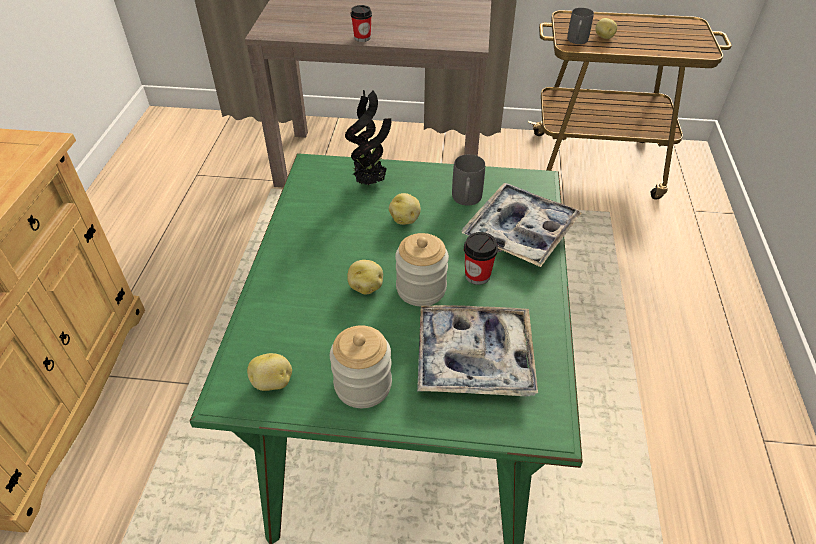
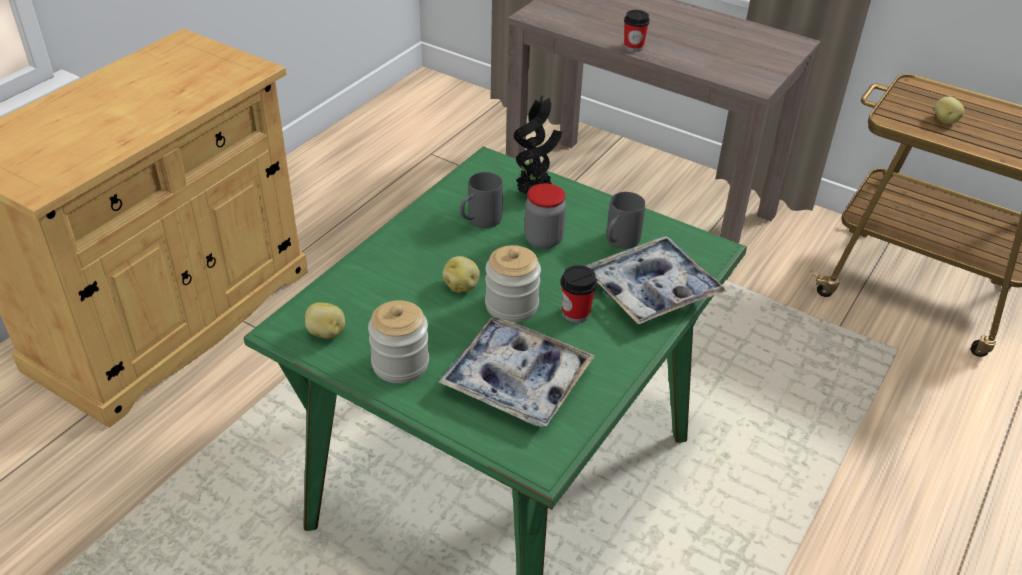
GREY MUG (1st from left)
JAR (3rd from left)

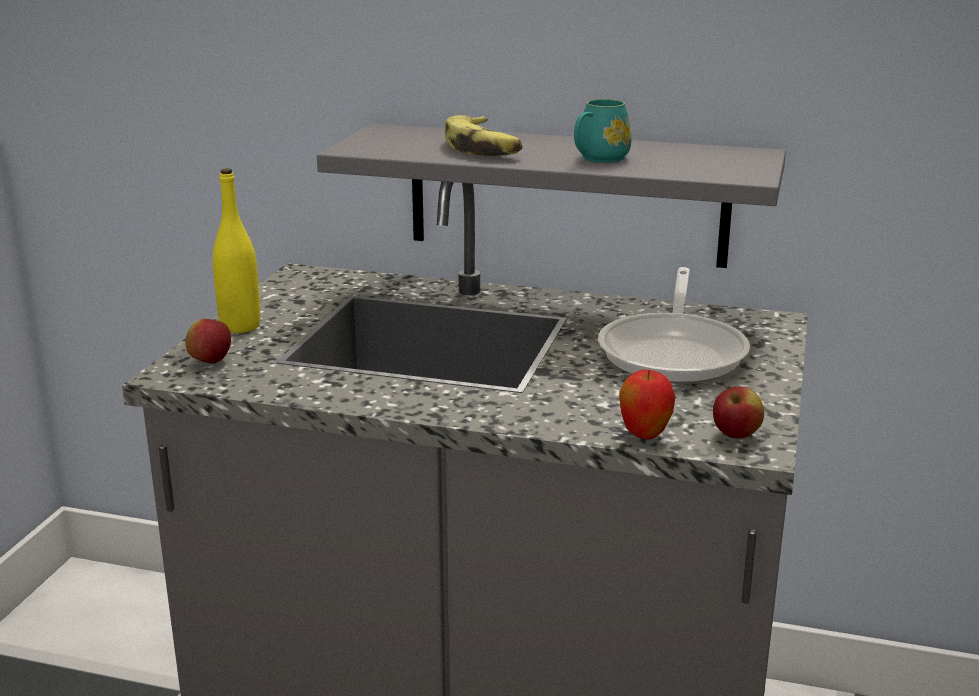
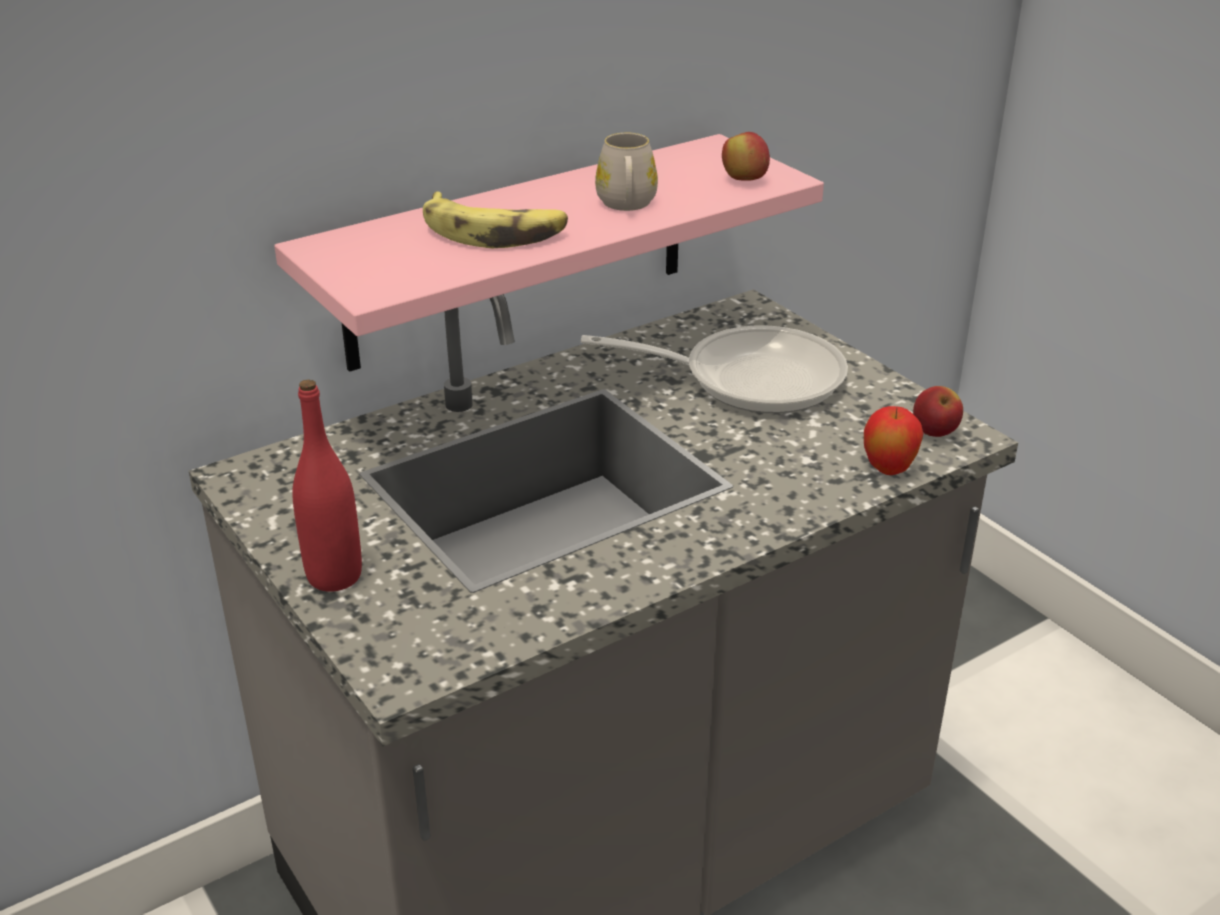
WHITE MUG
PINK SHELF
RED BOTTLE
FRYING PAN
APPLE (1st from left)

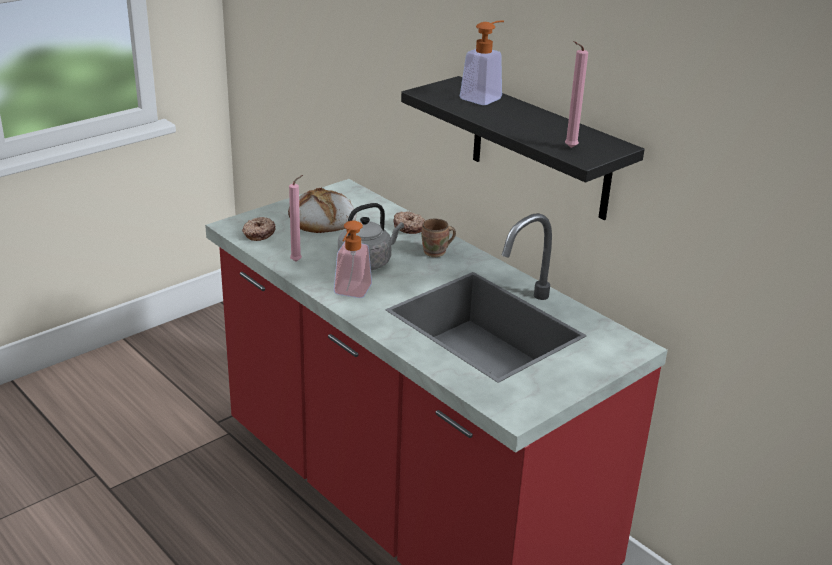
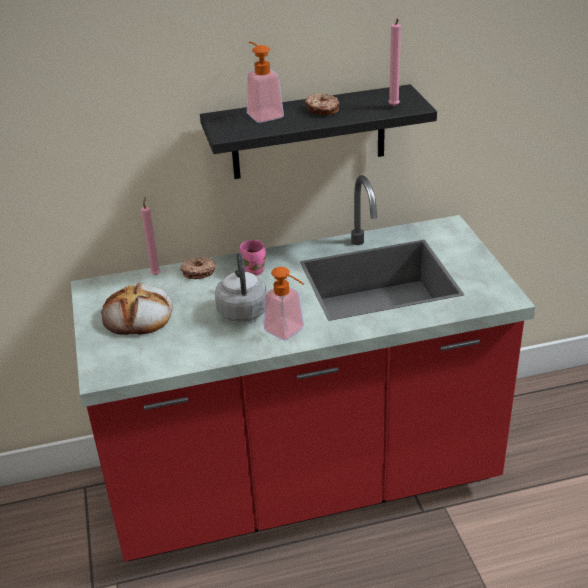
PINK CANDLE (1st from left)
DONUT (2nd from left)
PINK MUG

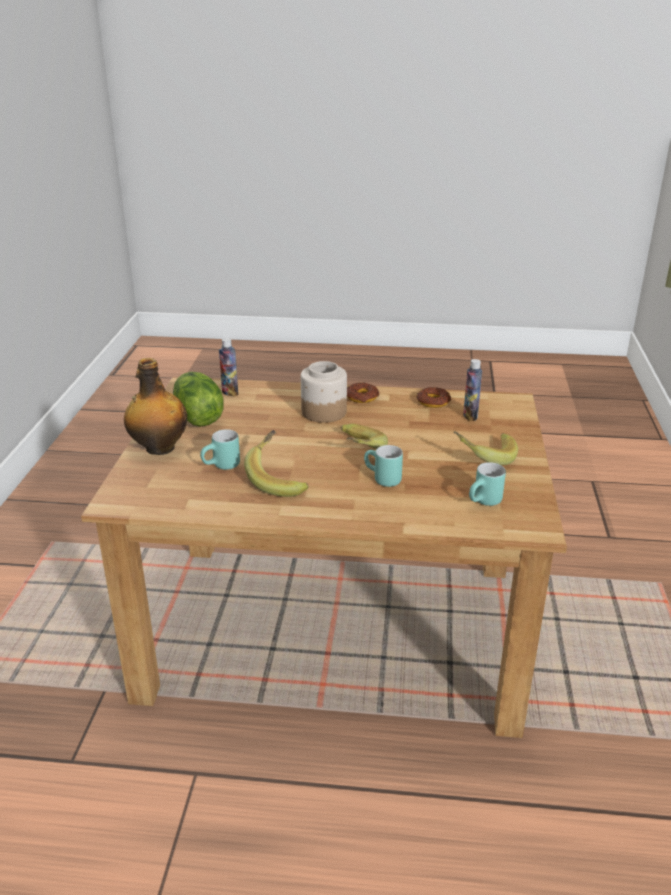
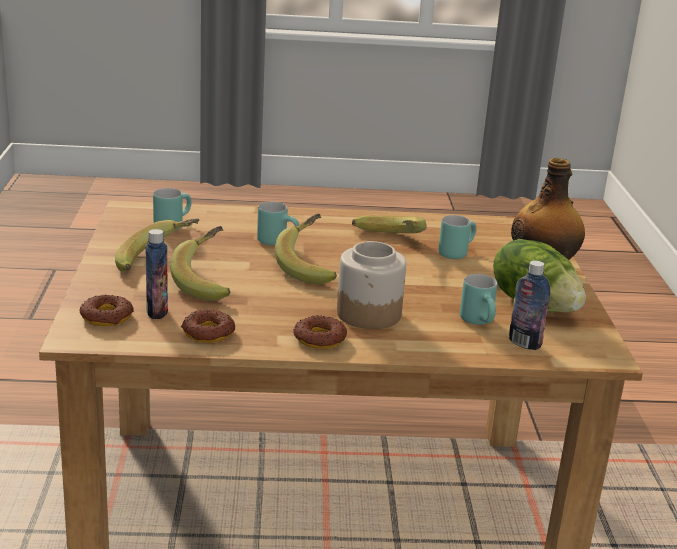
BANANA (2nd from left)
TURQUOISE MUG (4th from left)
DONUT (1st from left)

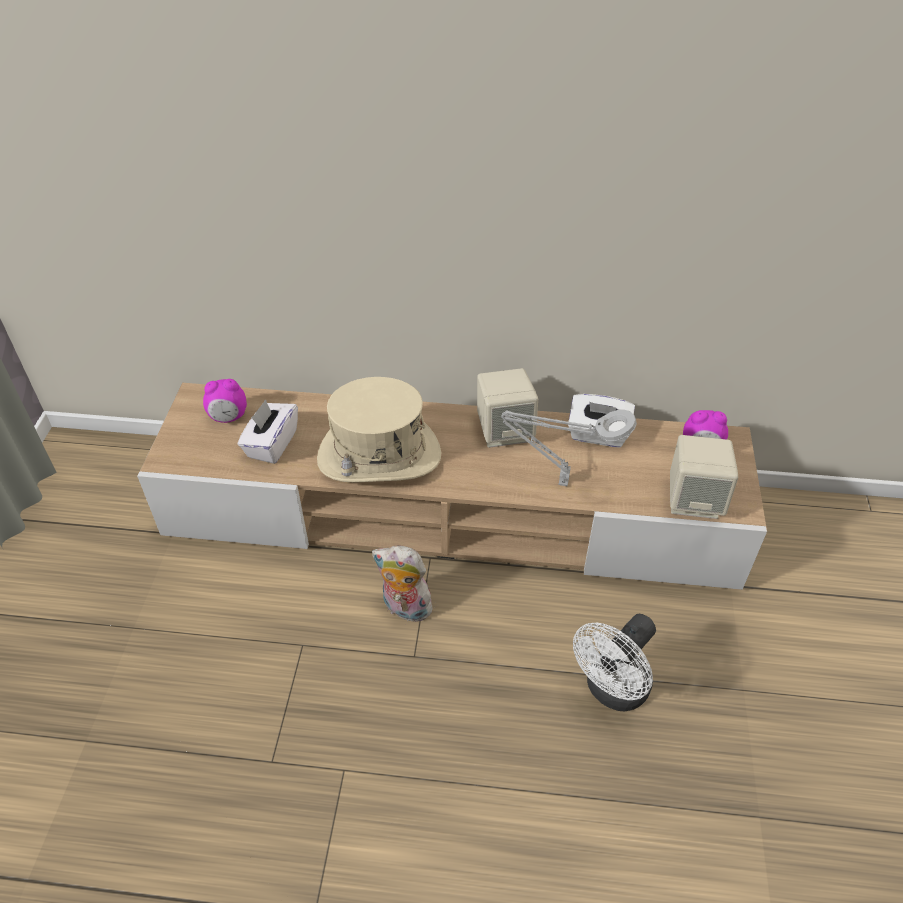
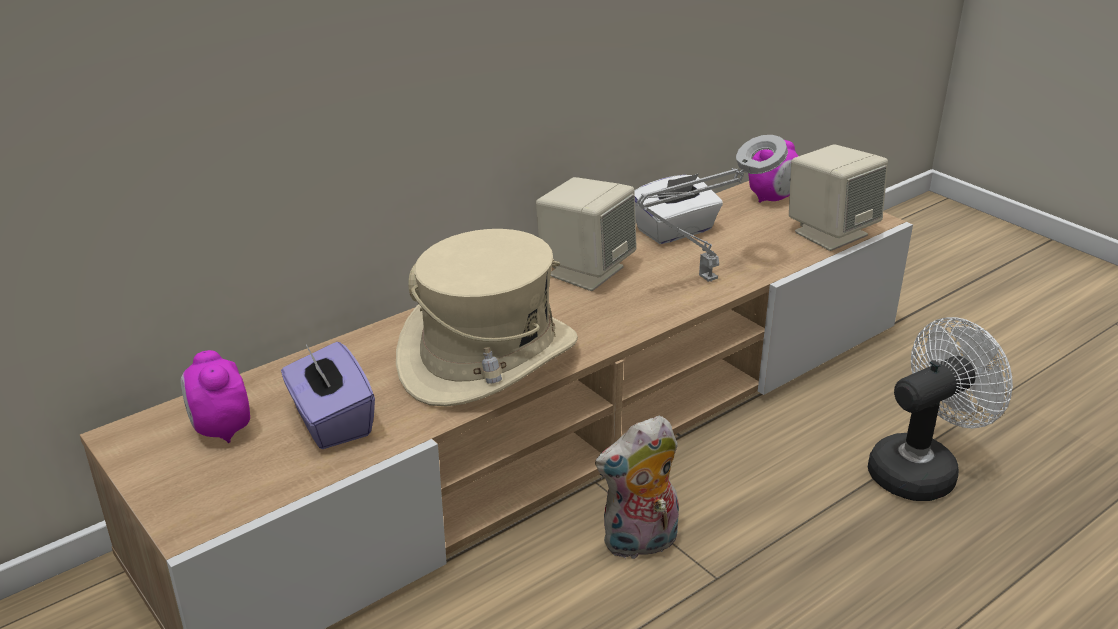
ALARM CLOCK (1st from left)
PURPLE TISSUE BOX
WHITE FAN

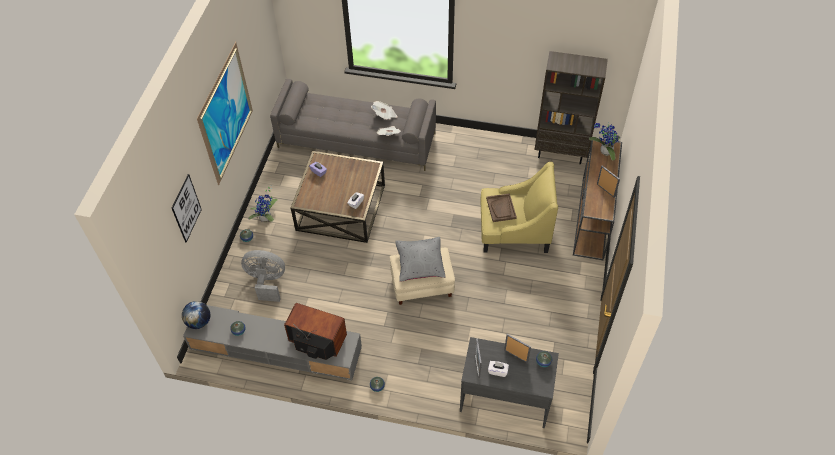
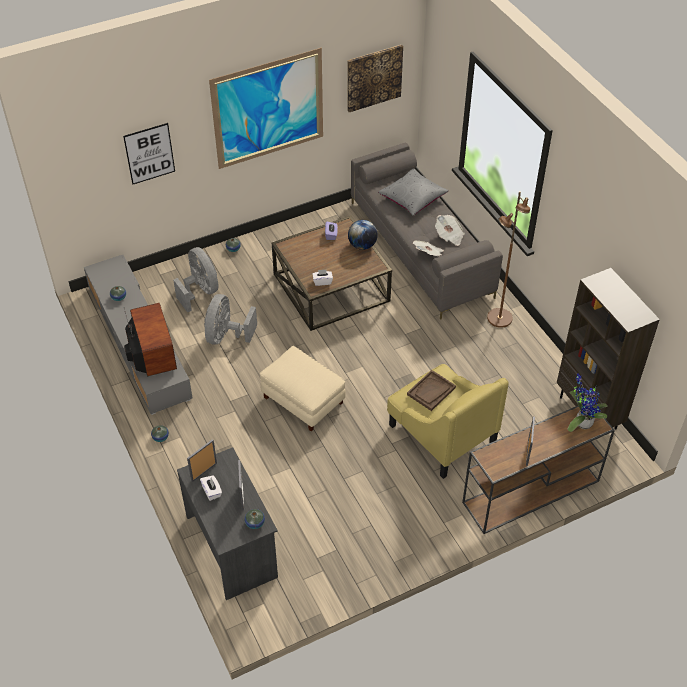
POTTED PLANT (1st from left in the first image)
GREY PILLOW
GLOBE
PICTURE (3rd from left)
BROWN FLOOR LAMP
GREY FAN (2nd from left)

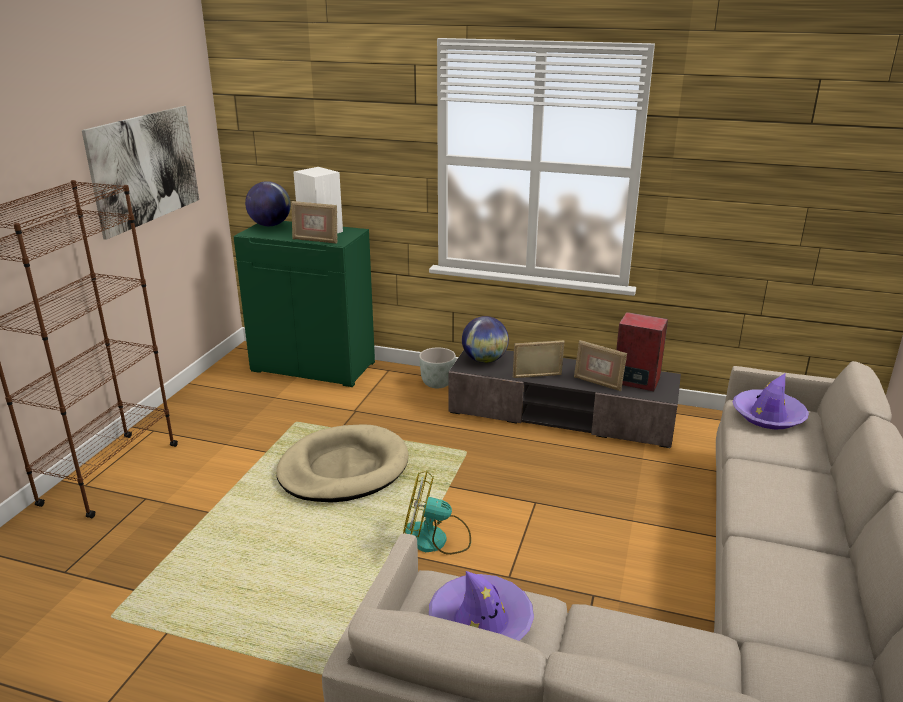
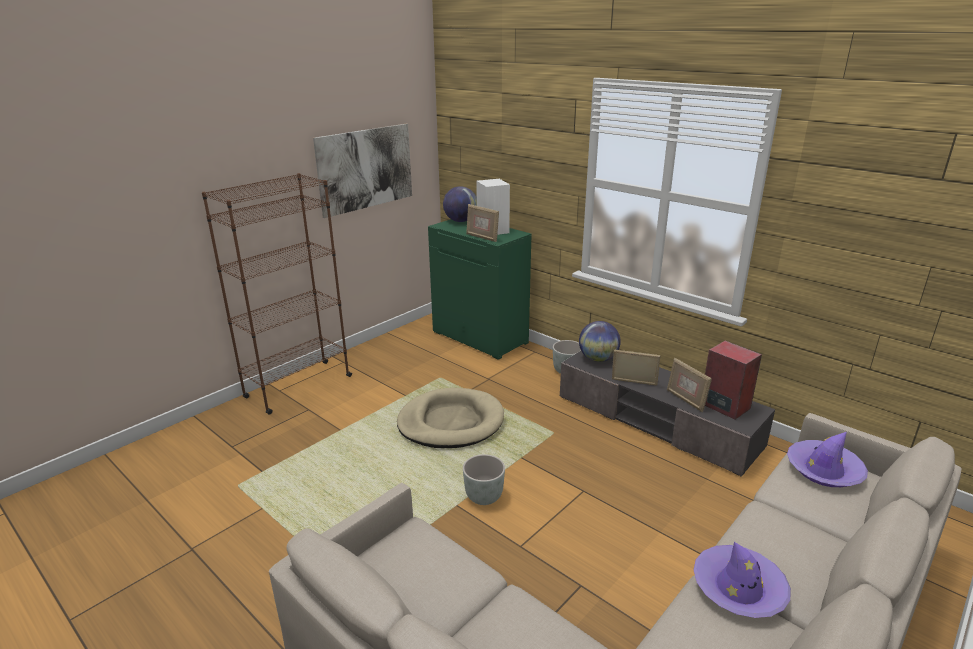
GREY PLANTER (1st from left)
PURPLE HAT (1st from left)

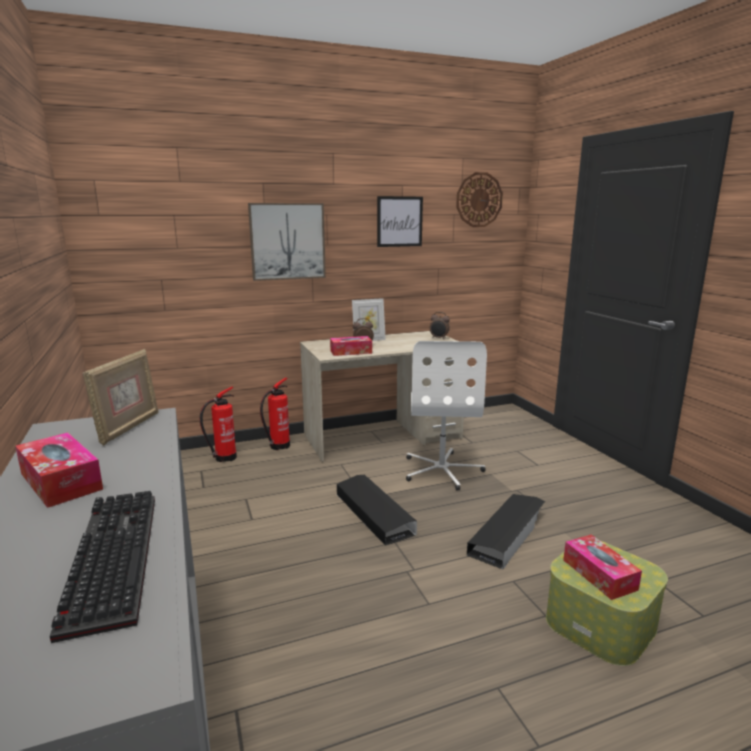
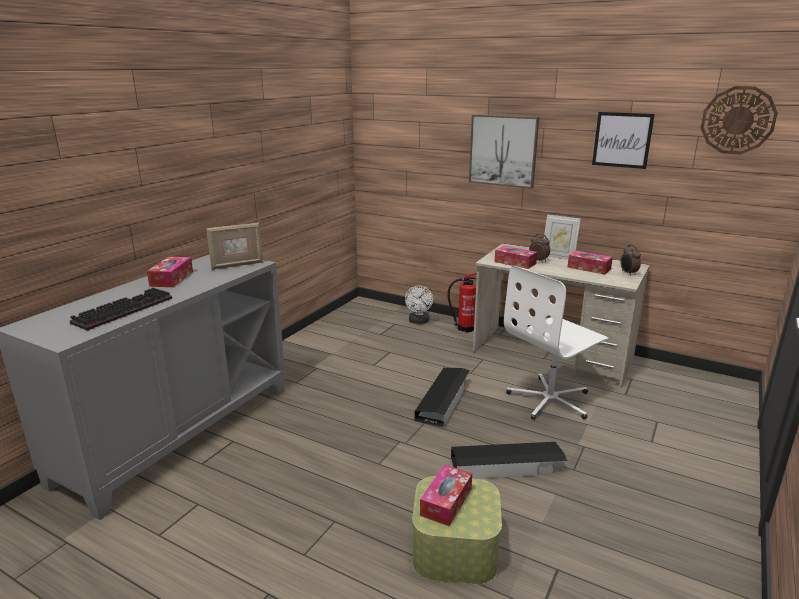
WHITE FAN
TISSUE BOX (4th from left)

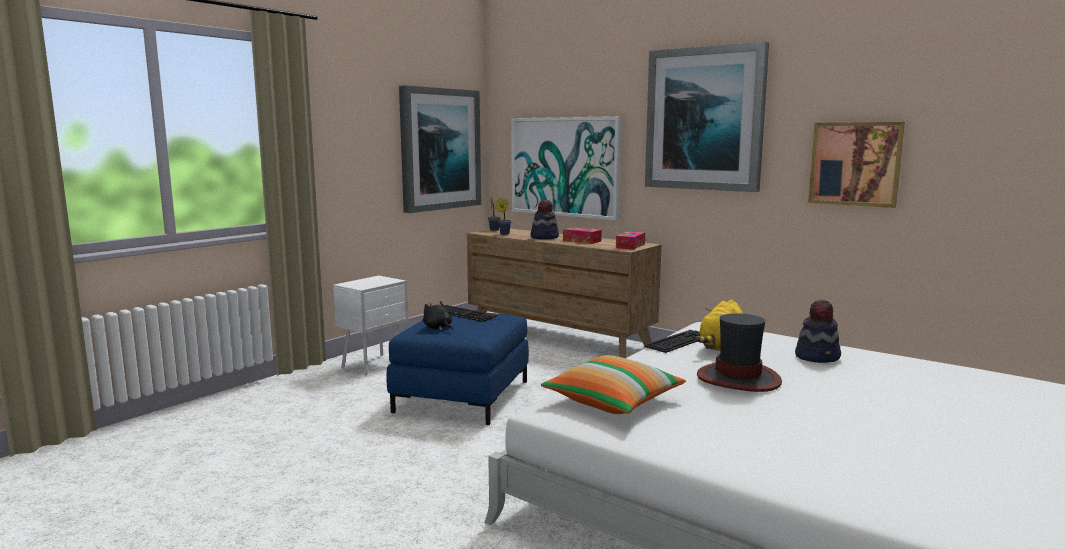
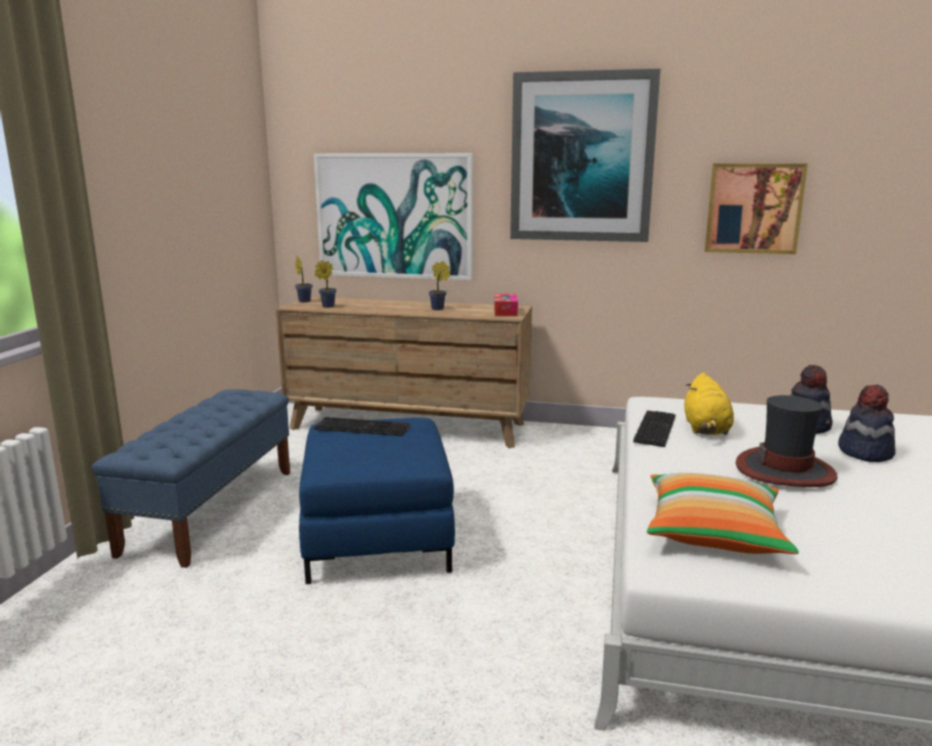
PICTURE (1st from left in the first image)
HAT (3rd from left)
POTTED PLANT (3rd from left)
BLUE BENCH
BLACK PLUSH TOY

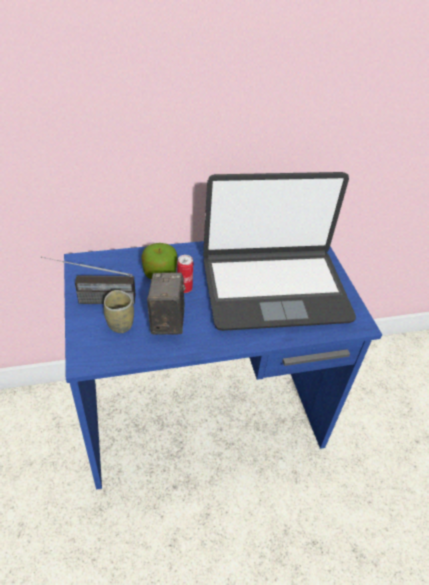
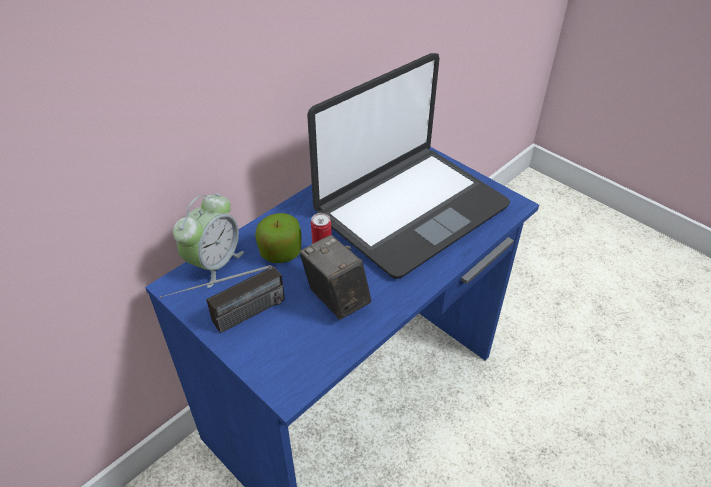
CUP
ALARM CLOCK

